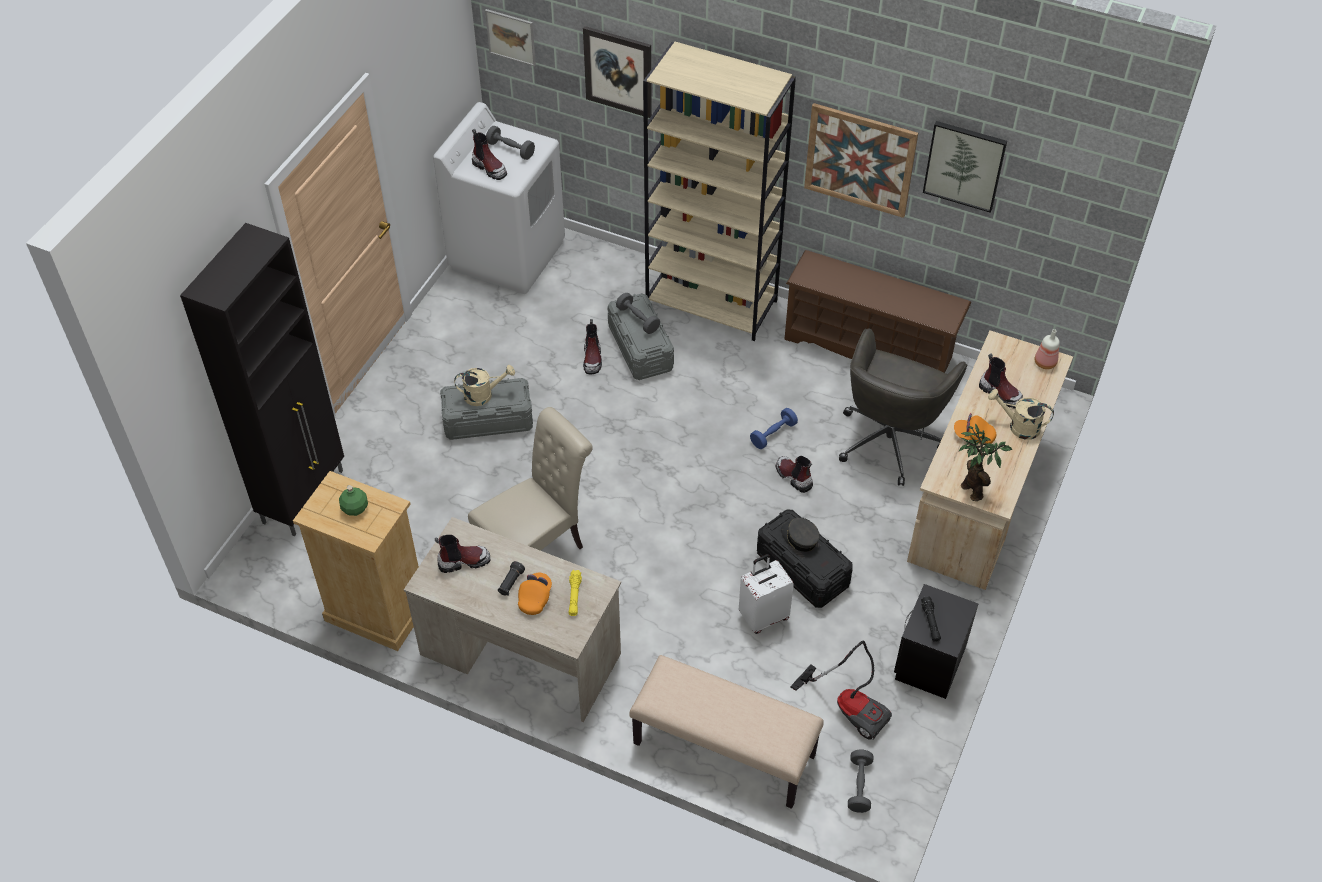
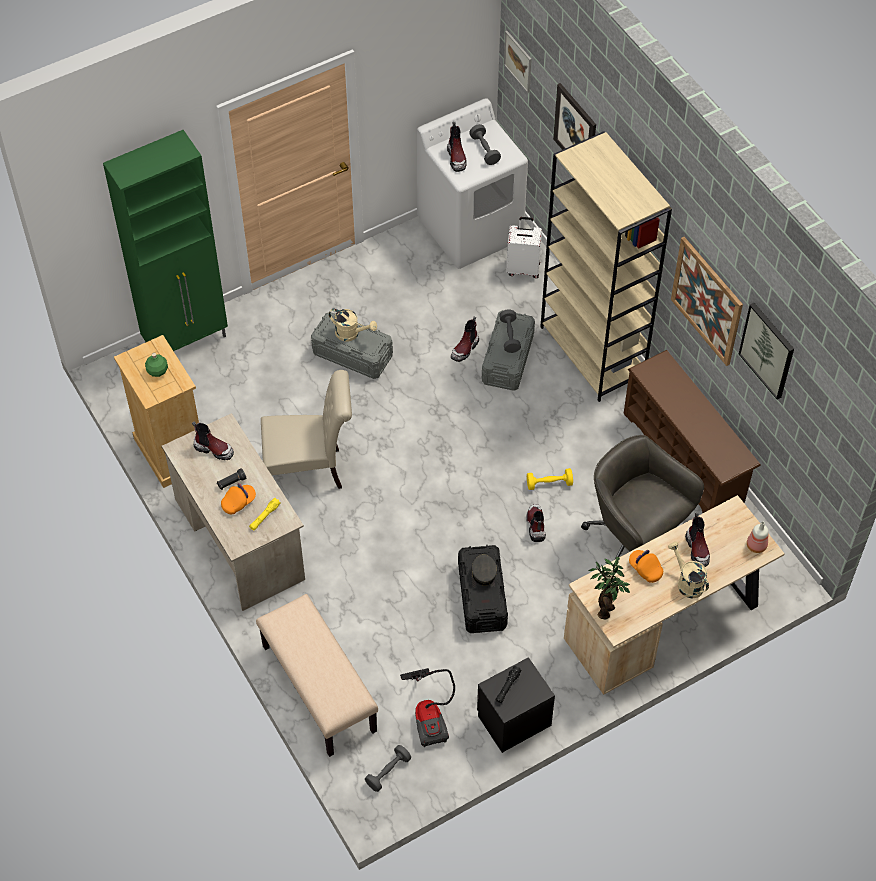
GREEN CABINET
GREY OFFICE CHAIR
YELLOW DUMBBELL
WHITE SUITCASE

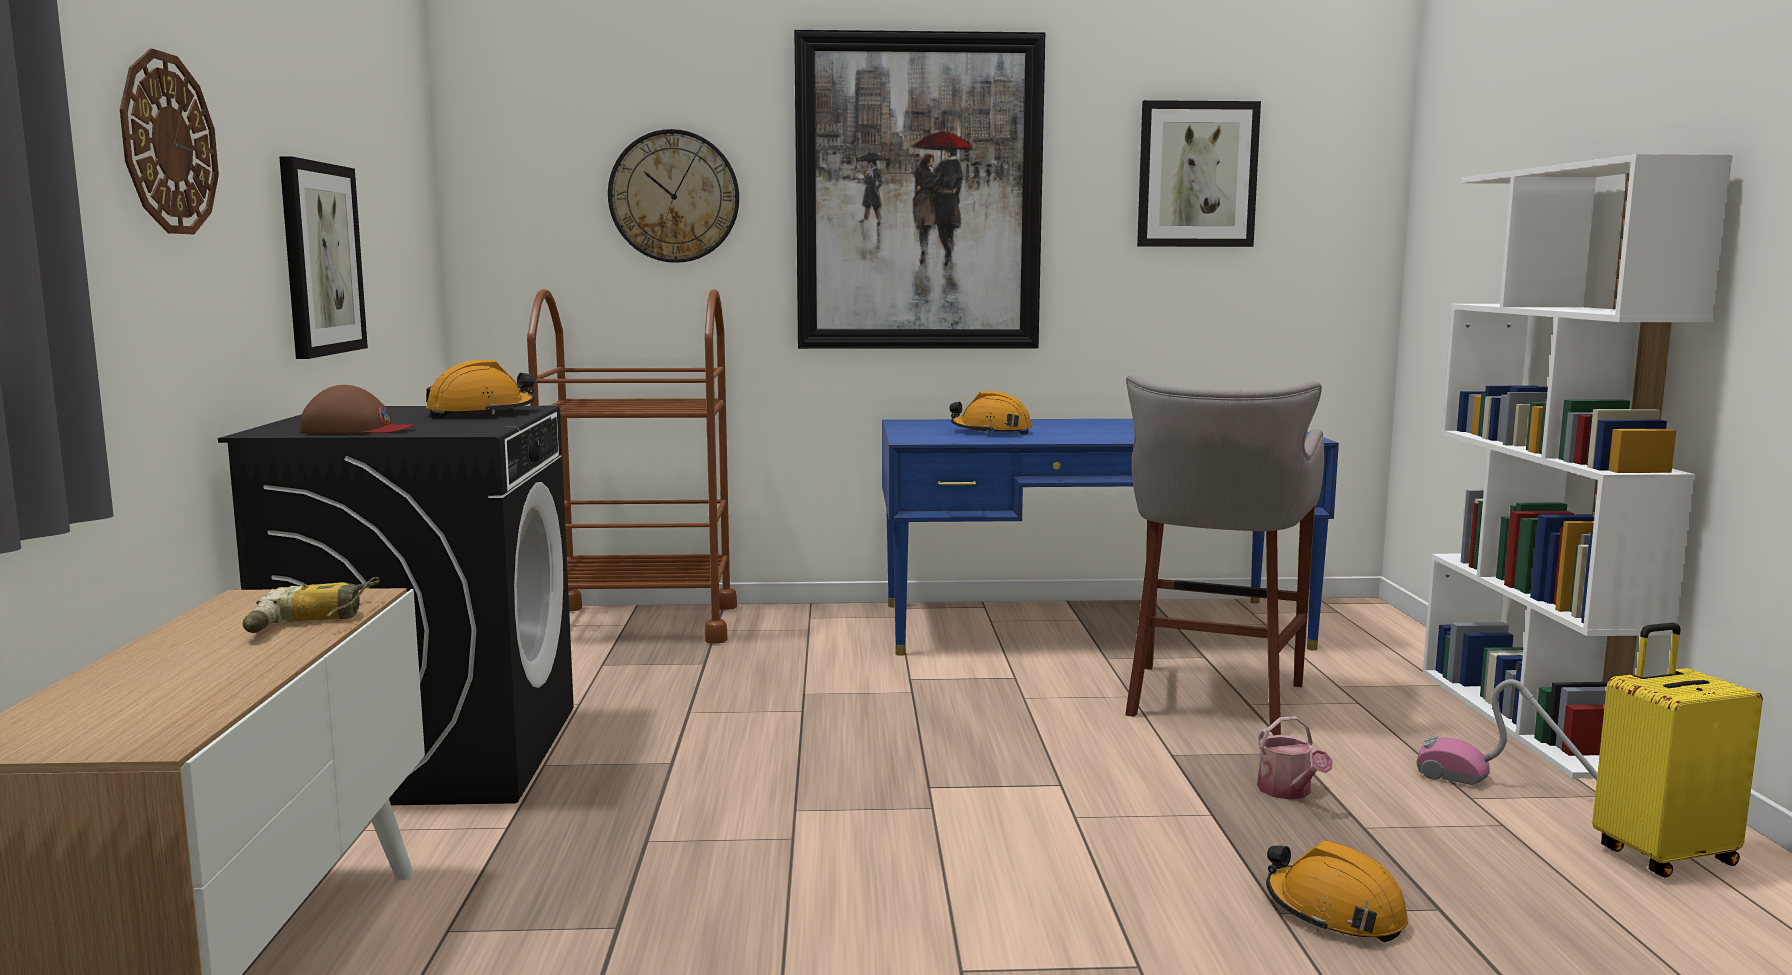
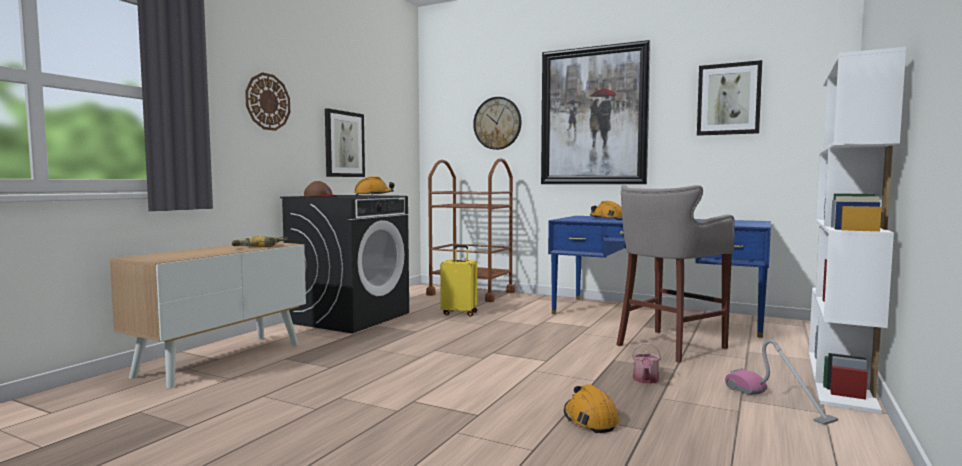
YELLOW SUITCASE

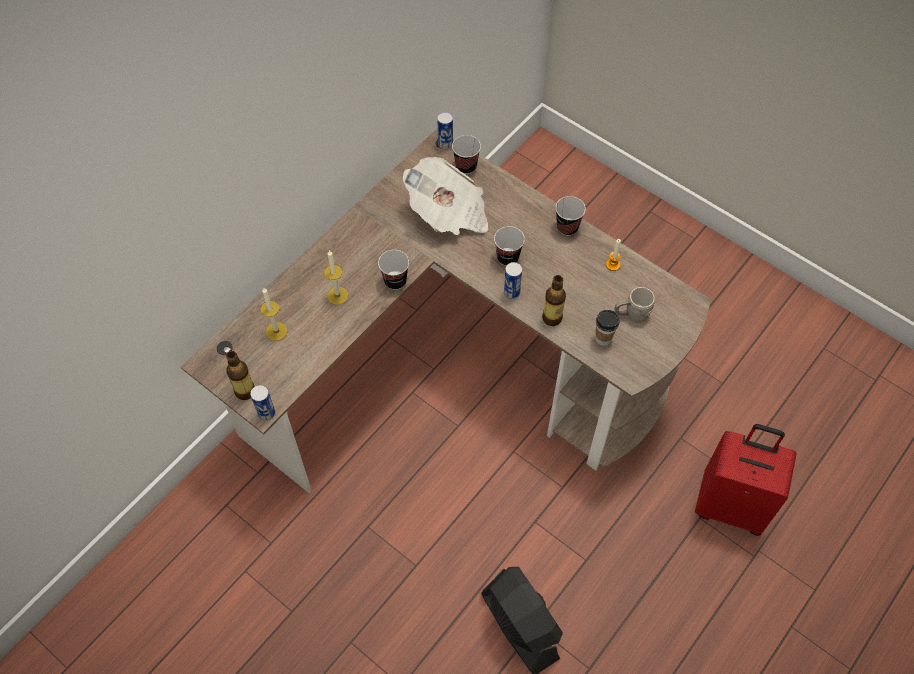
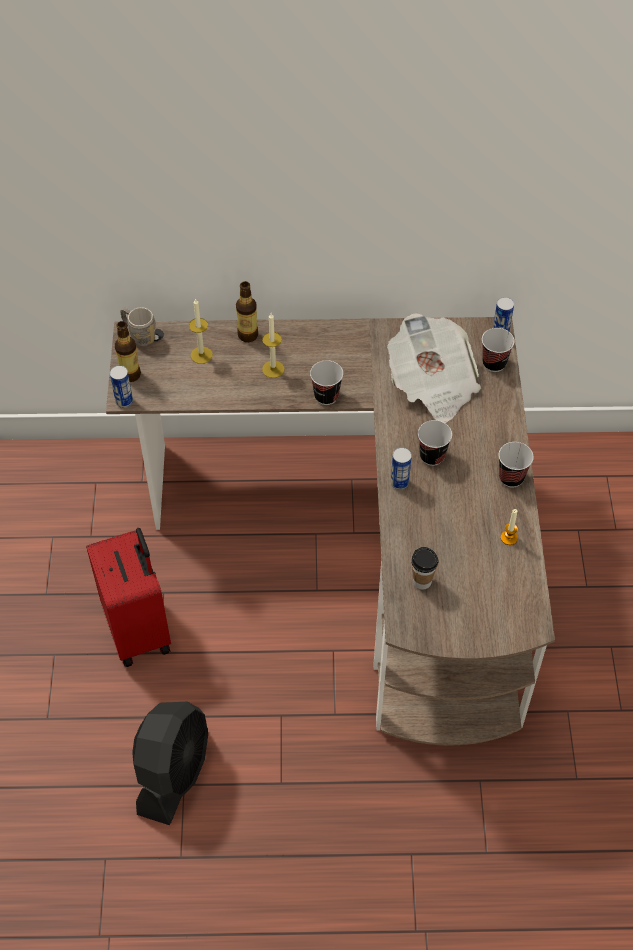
BOTTLE (2nd from left)
GREY MUG
RED SUITCASE

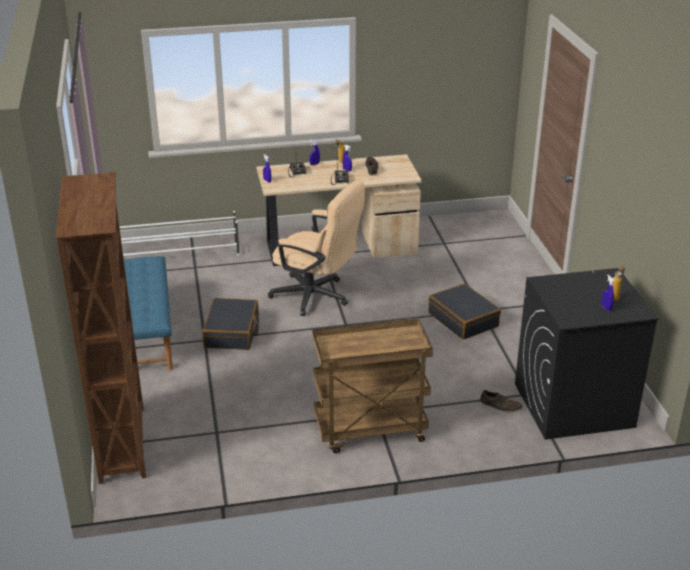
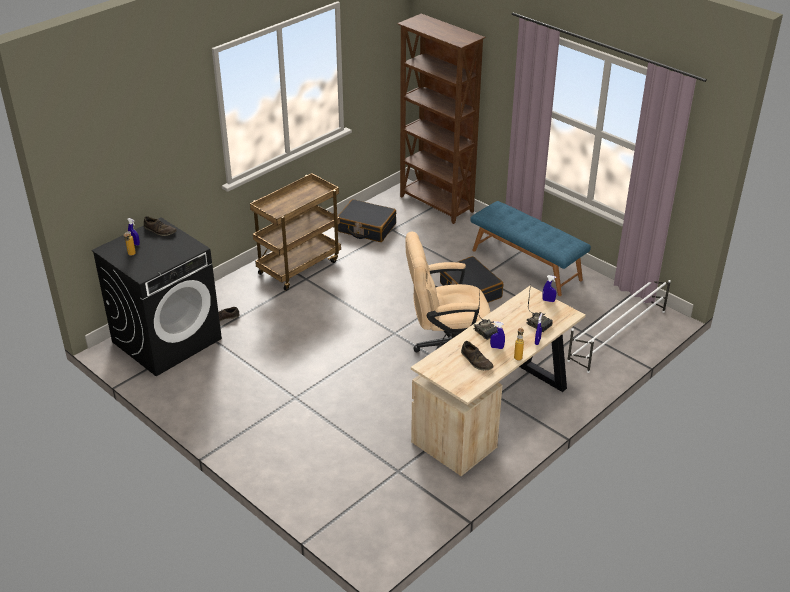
BLACK SUITCASE (1st from left)
BROWN SHOE (1st from left)

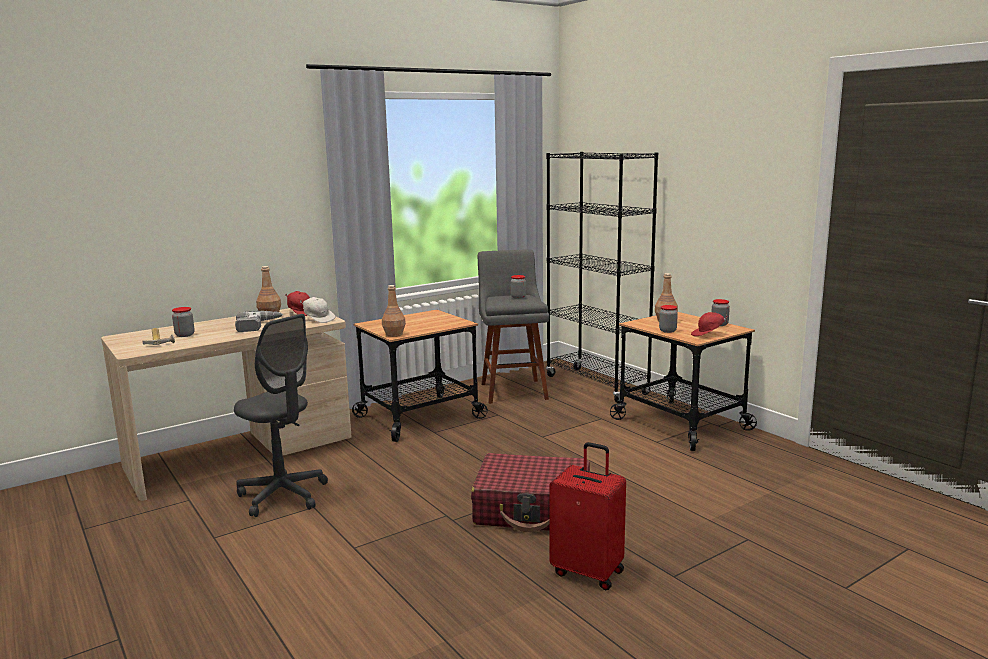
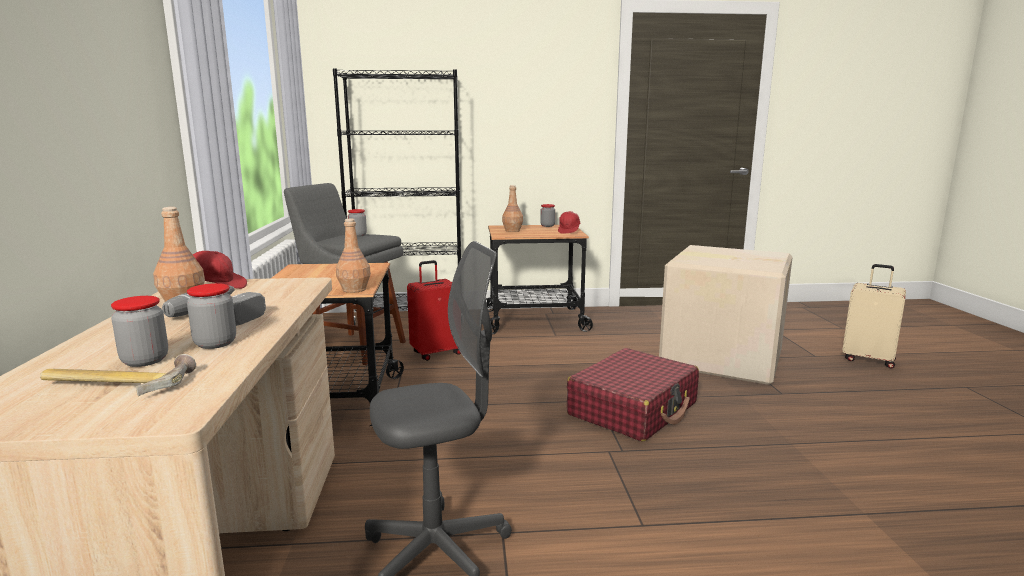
WHITE CAP
JAR (2nd from left)
RED SUITCASE (1st from left)
CARDBOARD BOX
BEIGE SUITCASE

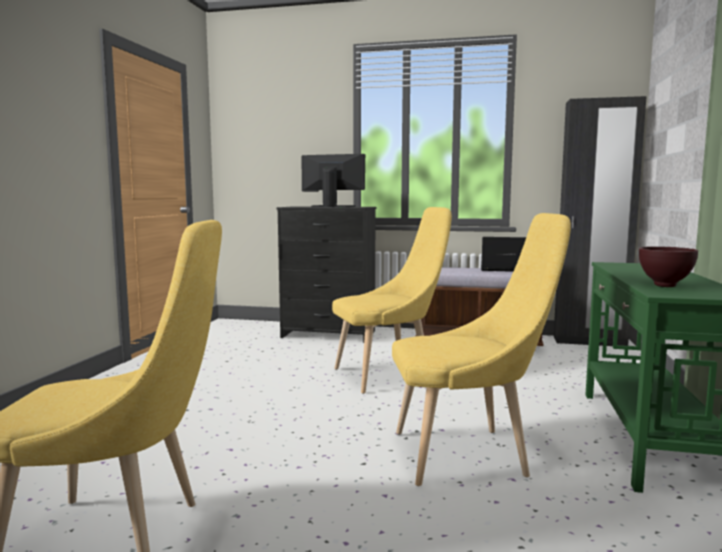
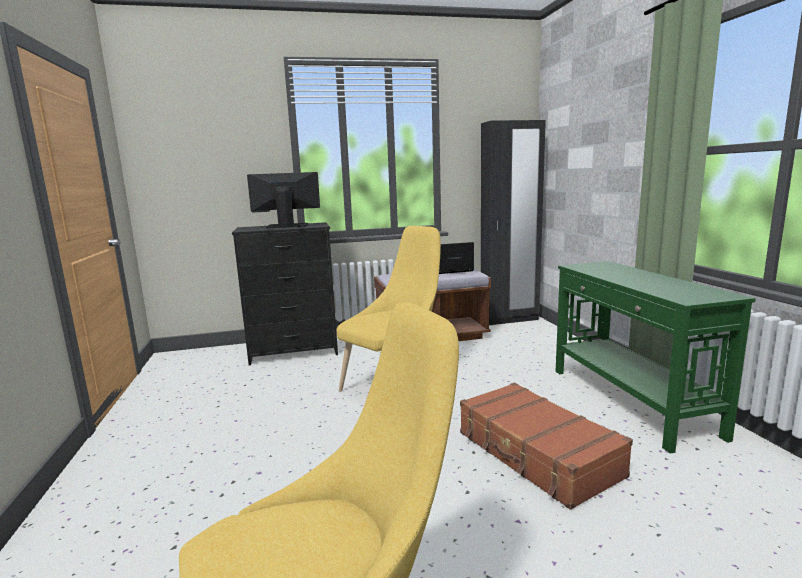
BROWN SUITCASE
BROWN BOWL

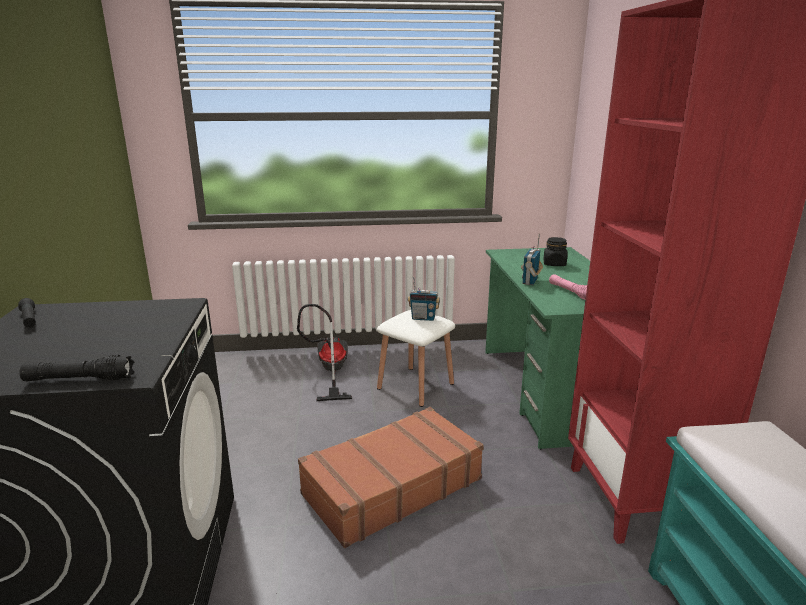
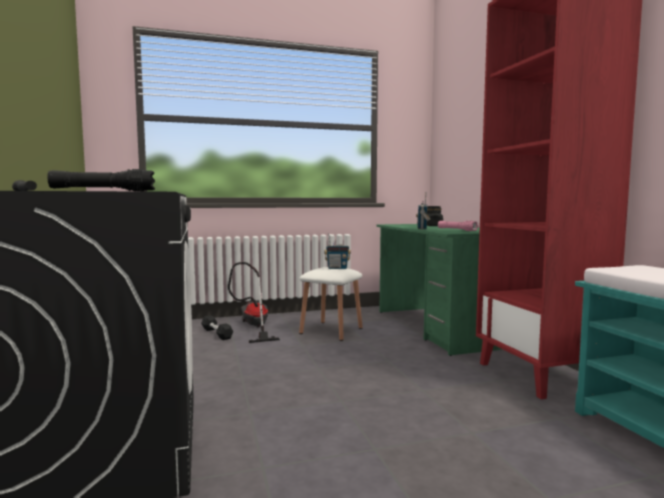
BROWN SUITCASE
BLACK DUMBBELL

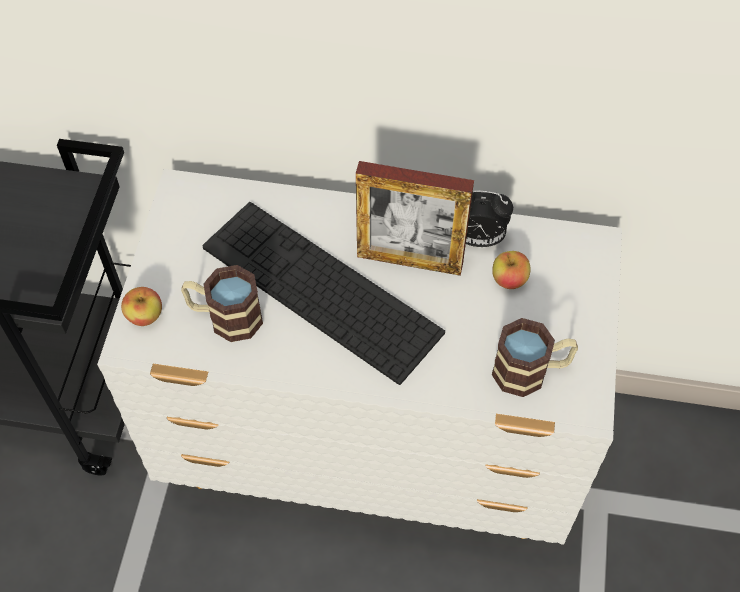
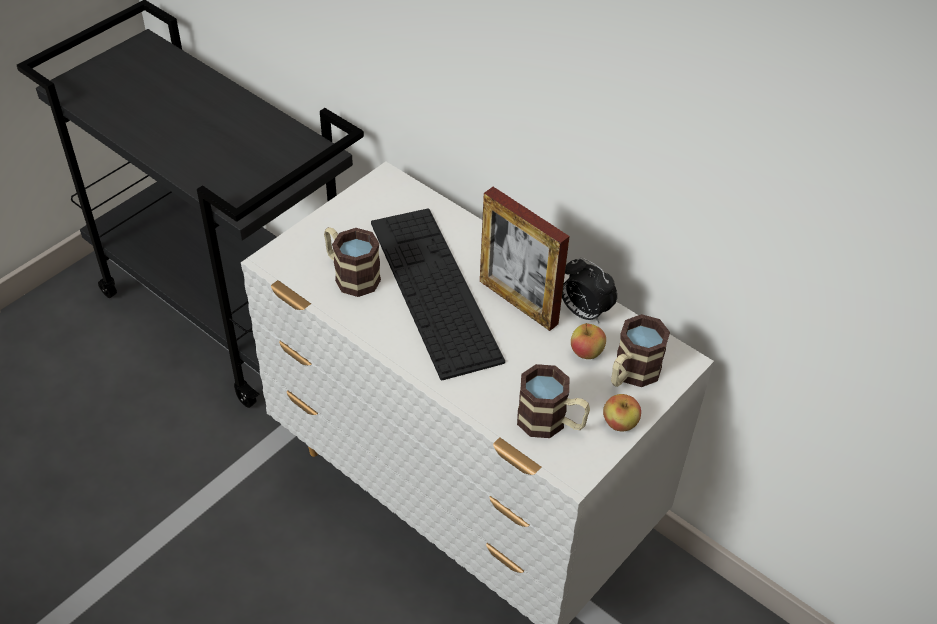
APPLE (2nd from left)
MUG (3rd from left)

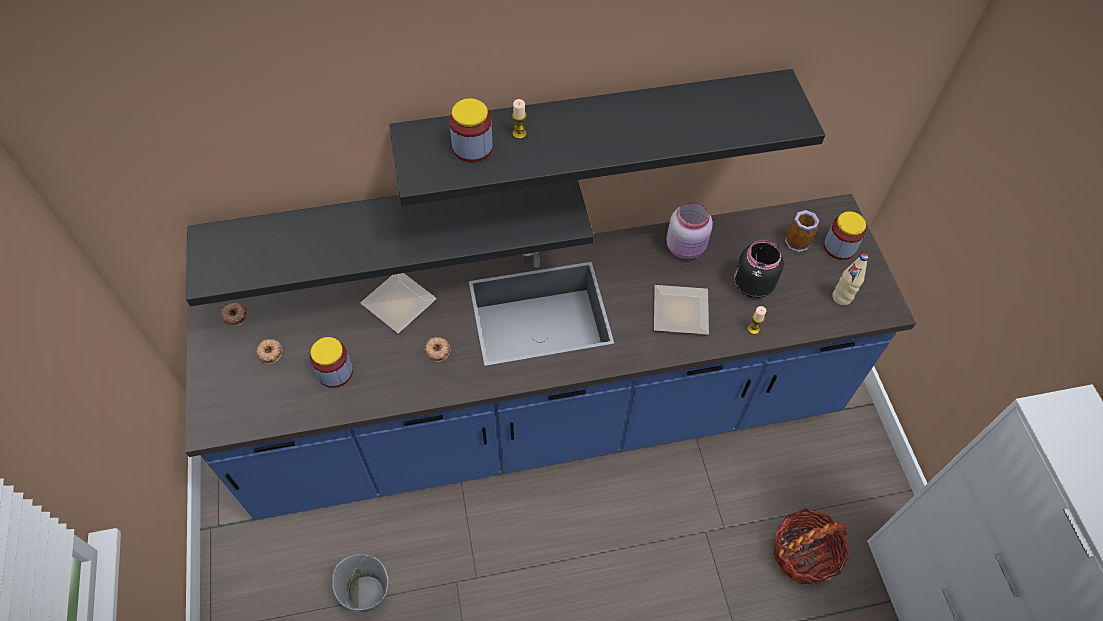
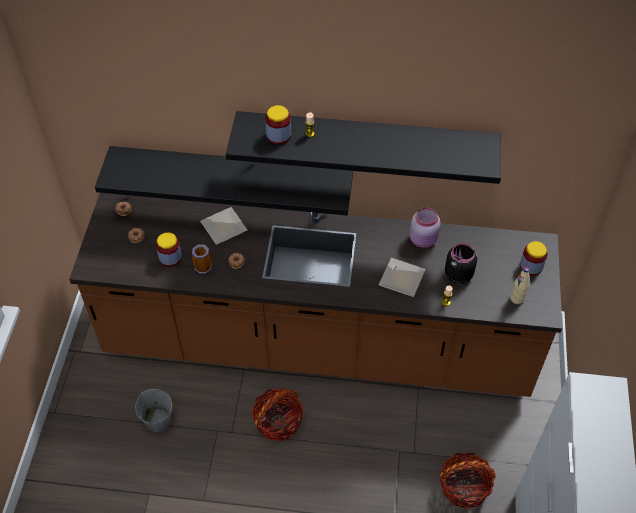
BROWN COUNTER
MUG
BASKET (1st from left)

